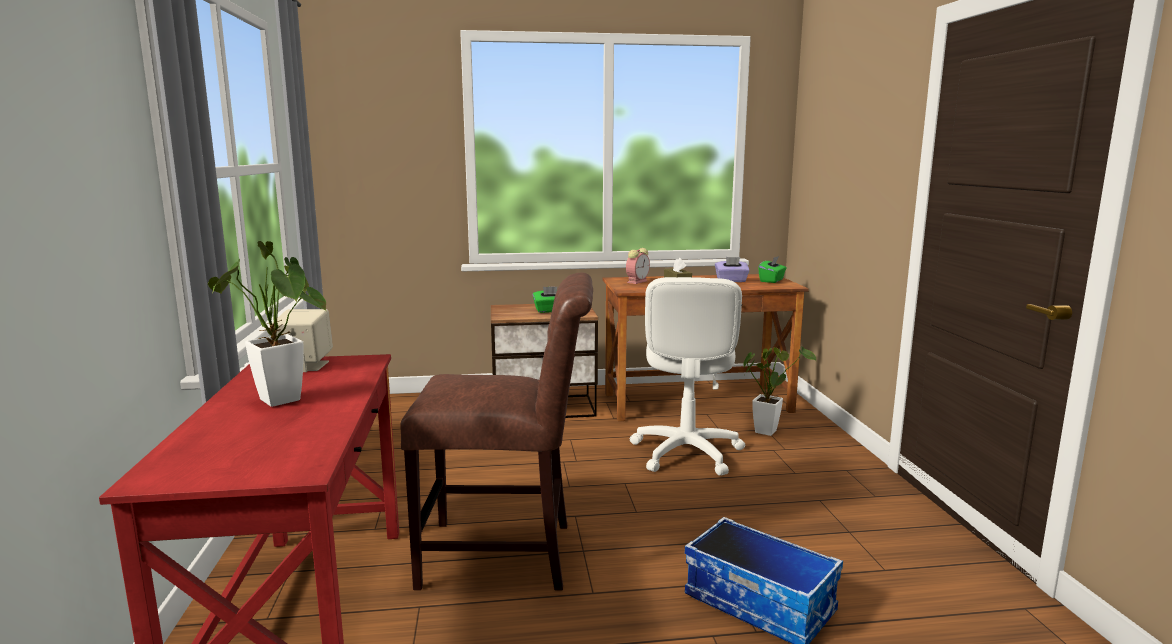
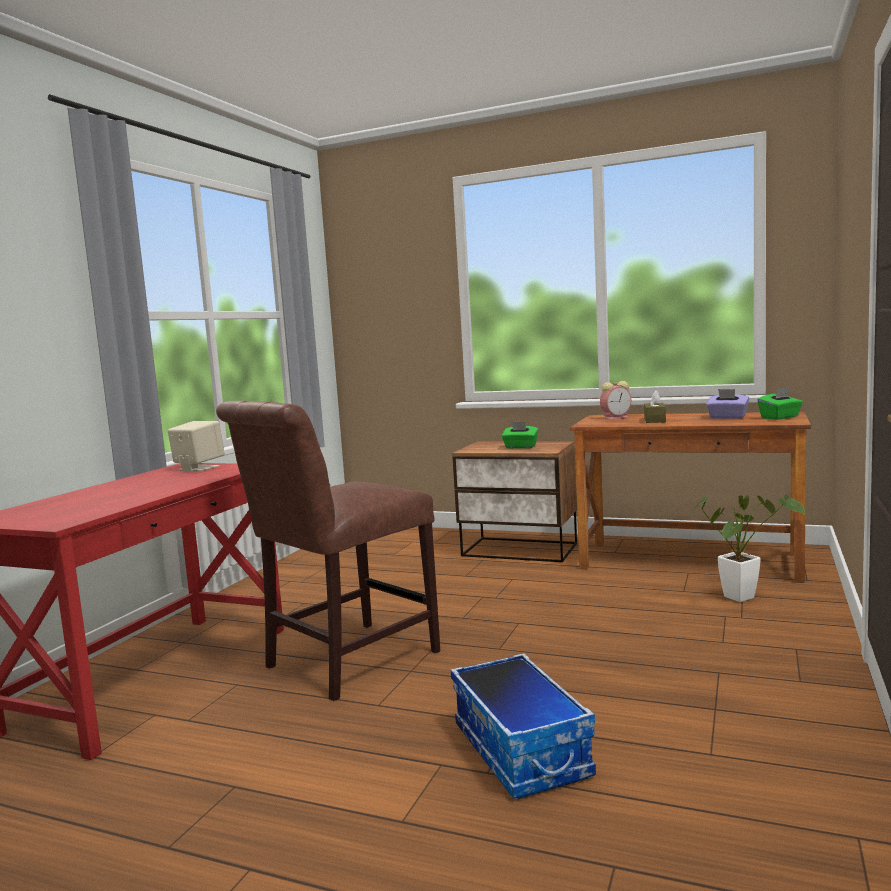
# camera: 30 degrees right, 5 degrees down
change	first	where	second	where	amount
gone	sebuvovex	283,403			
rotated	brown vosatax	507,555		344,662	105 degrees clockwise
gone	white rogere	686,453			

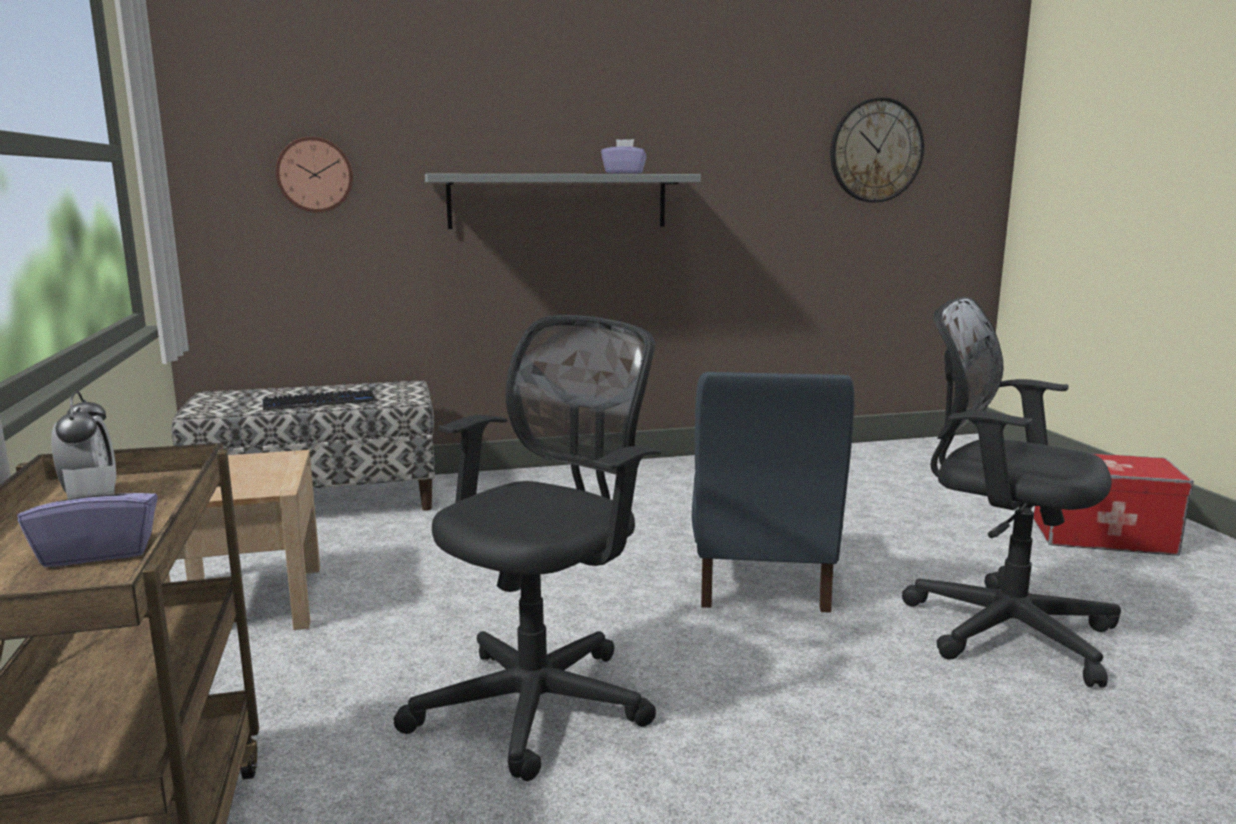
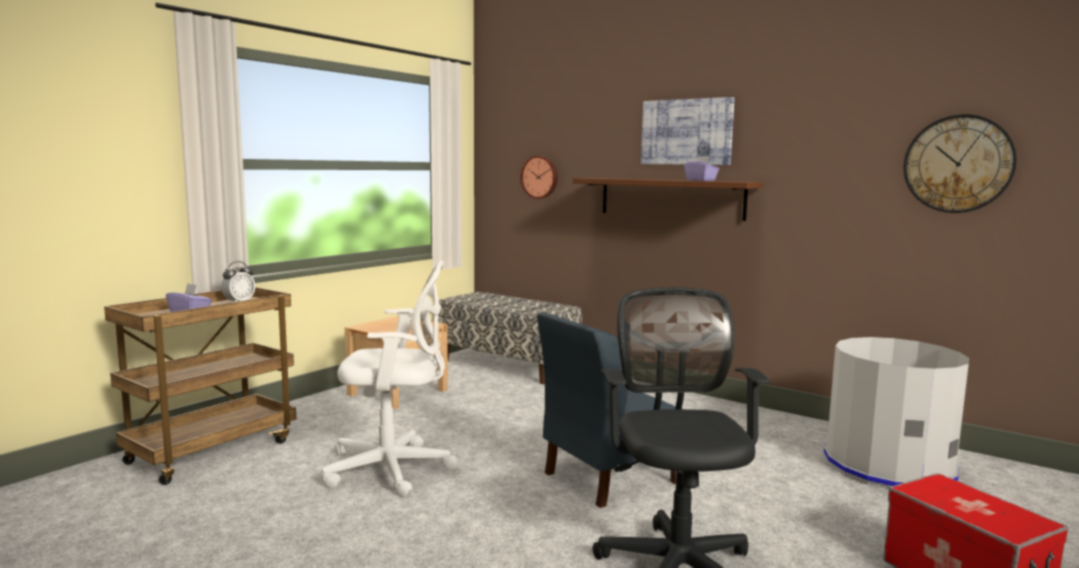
# camera: 50 degrees right, 5 degrees down
change	first	where	second	where	amount
gone	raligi	319,402			
repainted	black rogere	541,701	white rogere	394,469	
repainted	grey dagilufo	558,201	brown dagilufo	671,198	
new			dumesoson	686,132	
new			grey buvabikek	888,466	

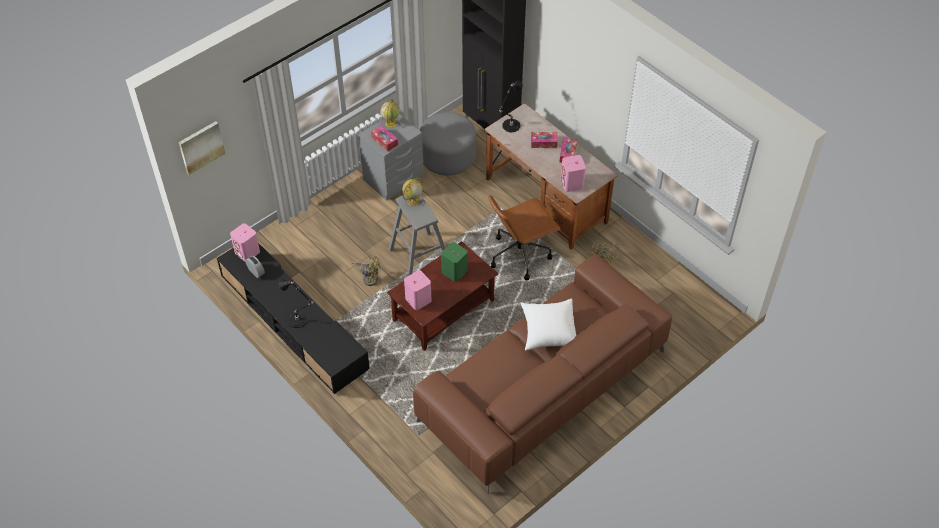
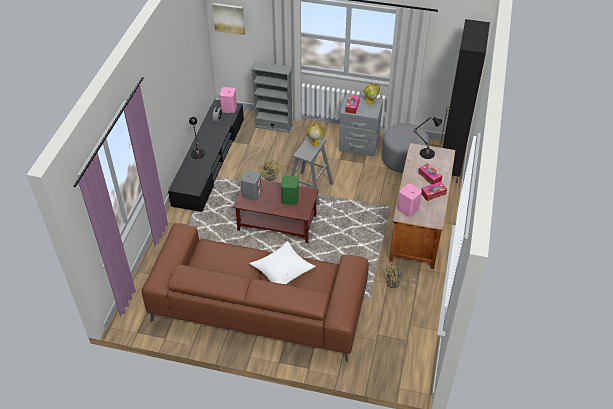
# camera: 55 degrees right, 5 degrees down
change	first	where	second	where	amount
repainted	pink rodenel	418,299	grey rodenel	252,193	
gone	brown rogere	520,254			
new			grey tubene	273,126	

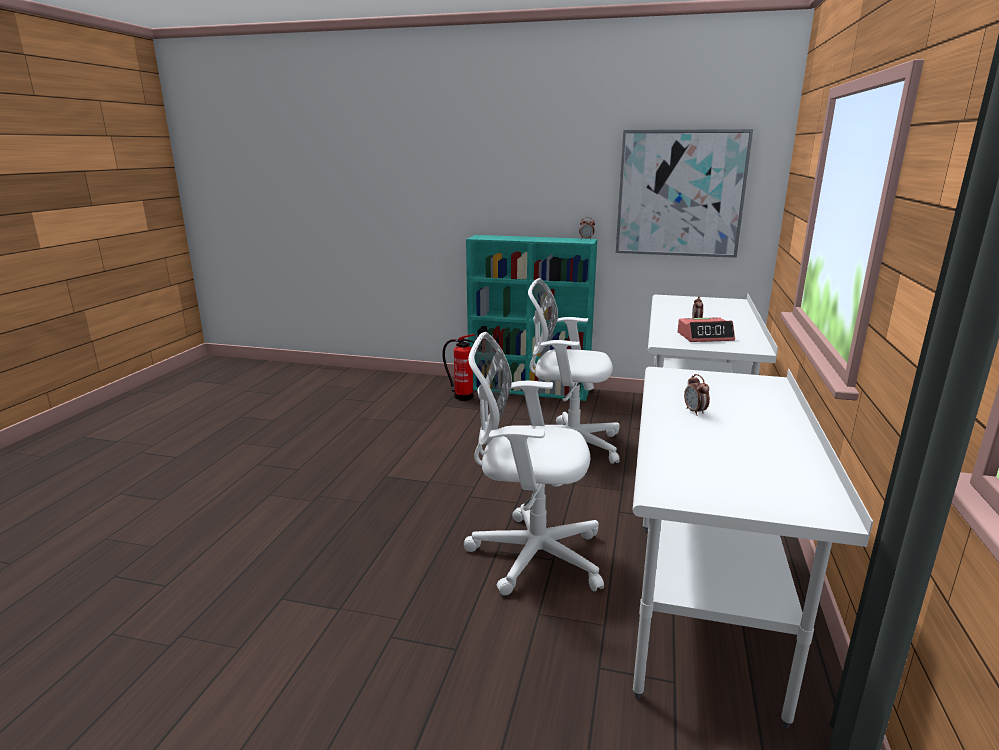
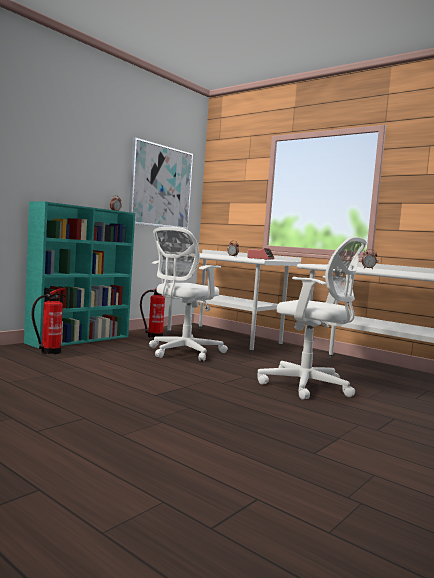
# camera: 65 degrees left, 15 degrees down
change	first	where	second	where	amount
rotated	white rogere	530,554		309,387	90 degrees counterclockwise
new			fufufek	153,336	

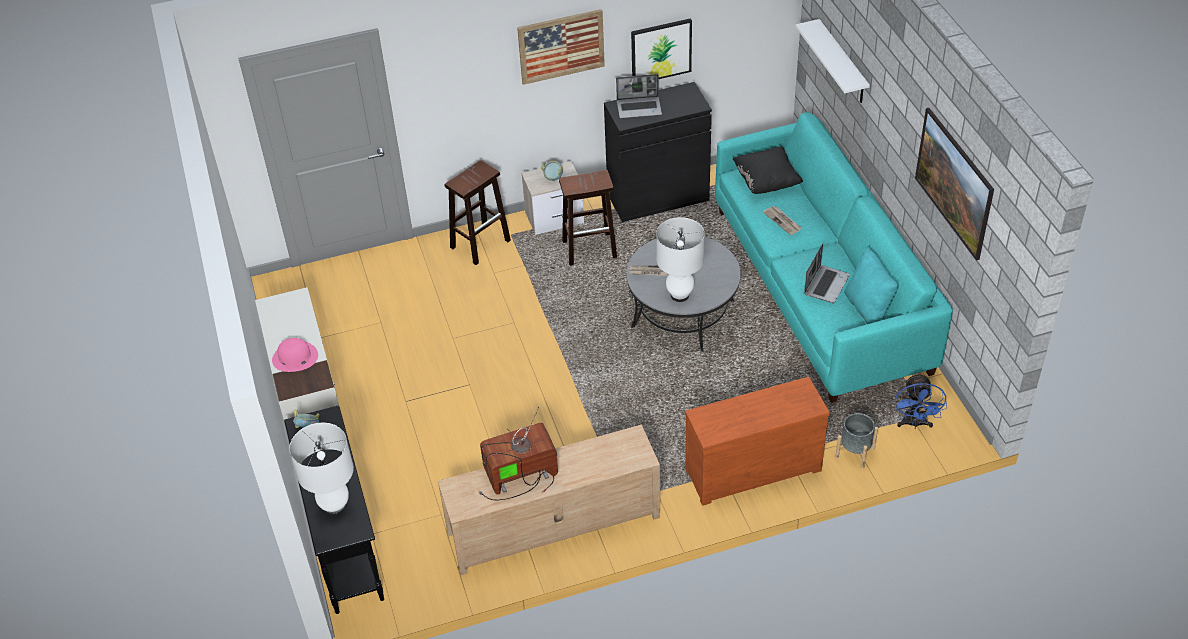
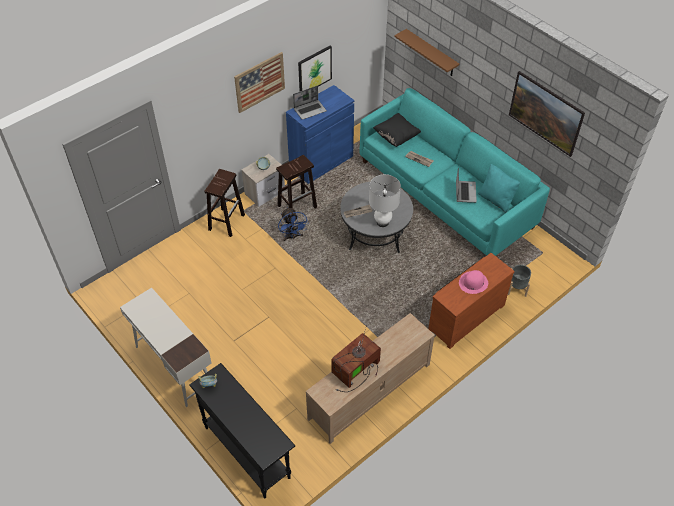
# camera: 25 degrees left, 5 degrees up
change	first	where	second	where	amount
shifted	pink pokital	295,357		473,283	
gone	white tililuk	335,507			
repainted	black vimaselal	658,197	blue vimaselal	321,162	
repainted	white dagilufo	842,63	brown dagilufo	431,53	
shifted	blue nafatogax	914,424		292,237	

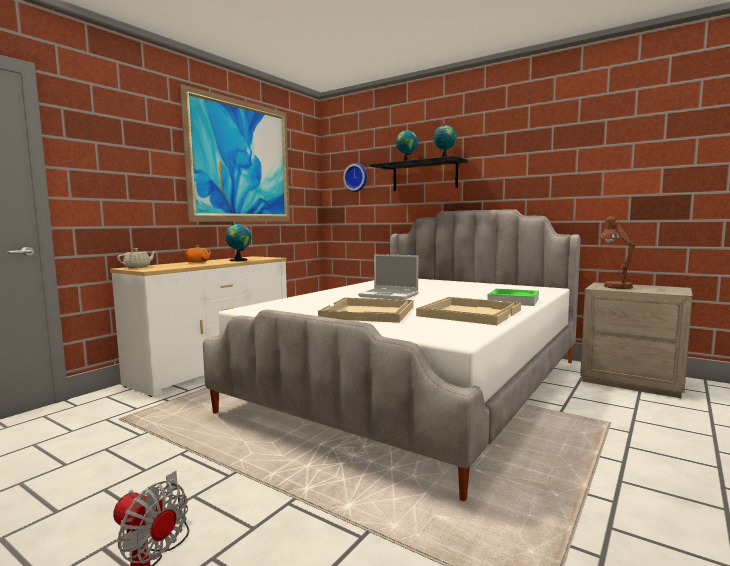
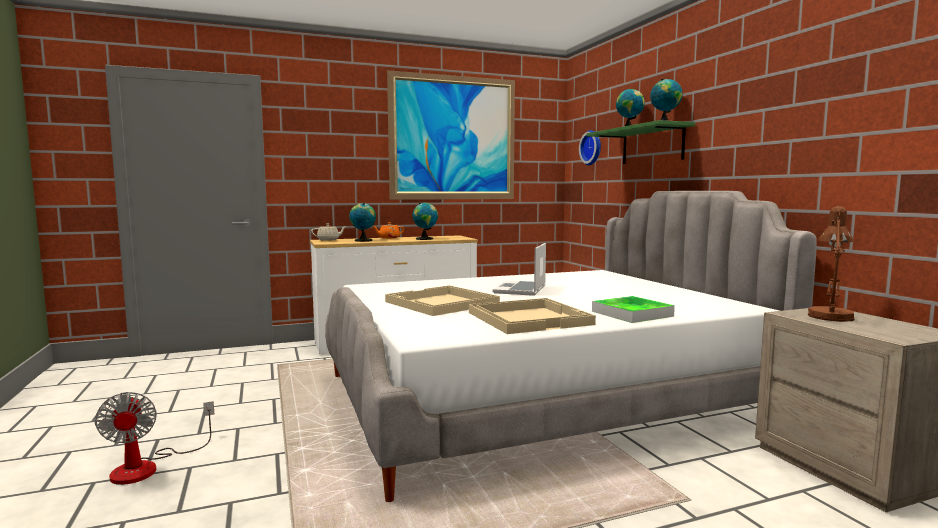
# camera: 35 degrees right, 0 degrees up
change	first	where	second	where	amount
rotated	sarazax	390,295		521,290	45 degrees clockwise
repainted	black dagilufo	424,176	green dagilufo	652,145	
new			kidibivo	363,240	

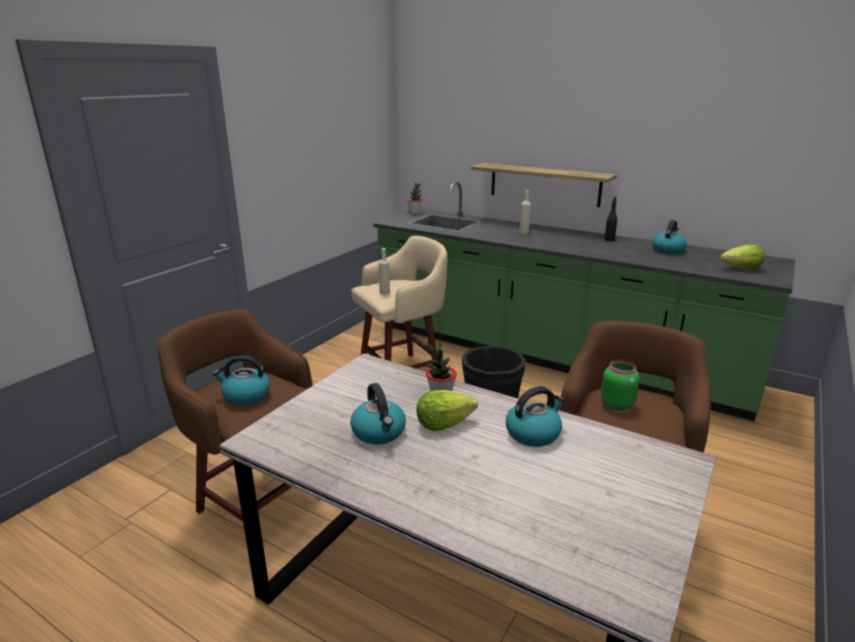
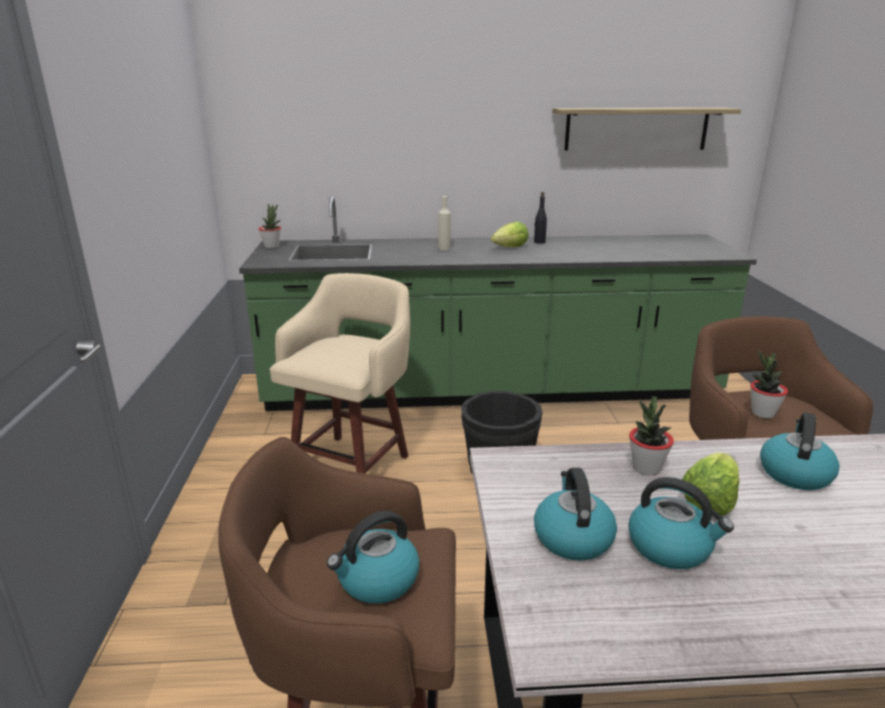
# camera: 35 degrees left, 0 degrees up
change	first	where	second	where	amount
gone	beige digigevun	384,292			
shifted	dagilufo	544,184		636,129	
swapped	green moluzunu	616,404	sebuvovex	762,413	
shifted	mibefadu	667,250		572,537	
shifted	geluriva	742,268		510,248	

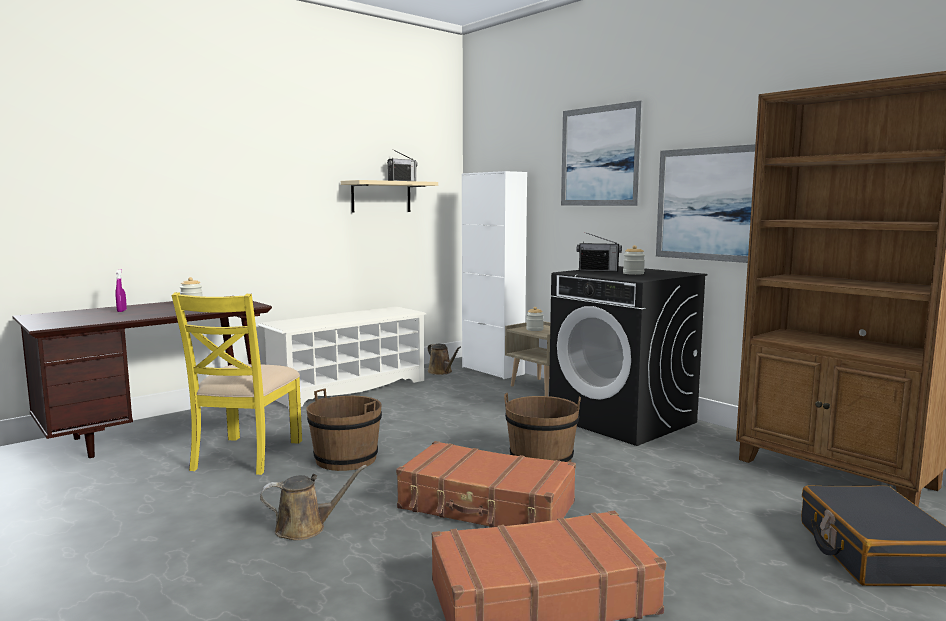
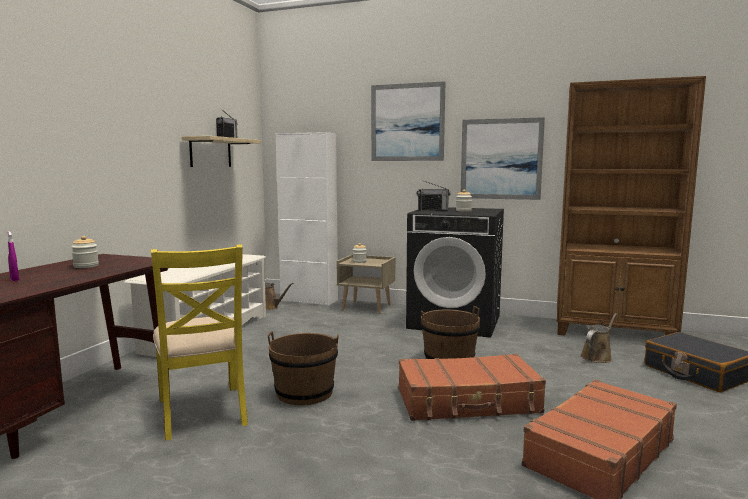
# camera: 30 degrees left, 0 degrees up
change	first	where	second	where	amount
shifted	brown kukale	305,528		597,357	

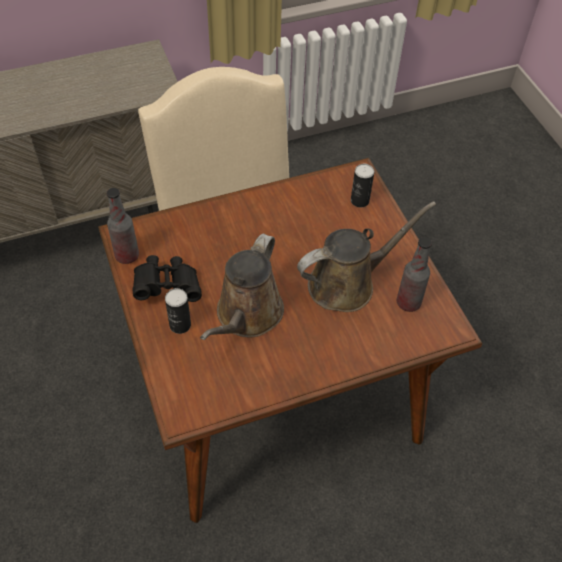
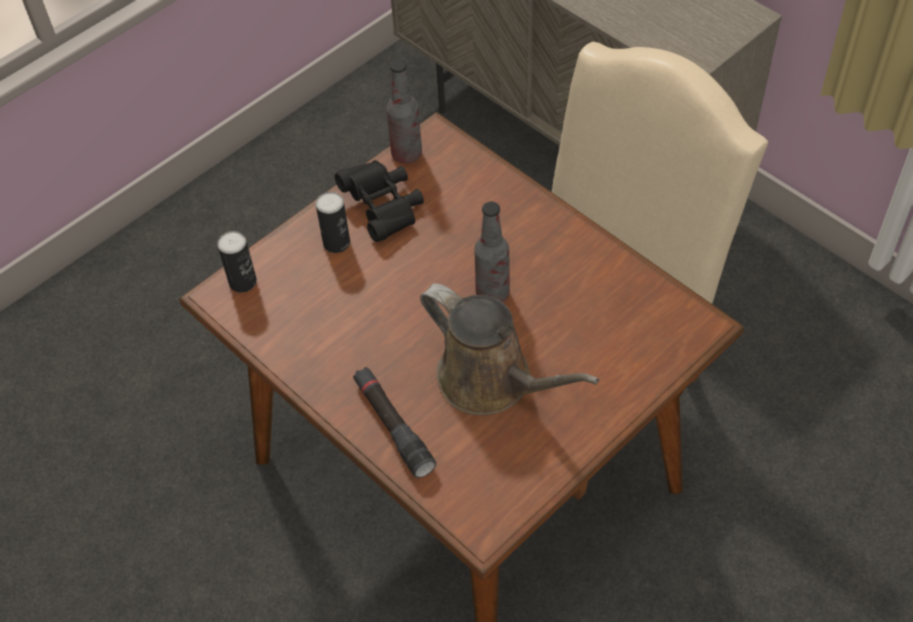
# camera: 70 degrees right, 0 degrees up
change	first	where	second	where	amount
gone	brown kukale	247,316			
shifted	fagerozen	360,200		242,282	
shifted	digigevun	408,303		492,293	
new			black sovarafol	393,426	

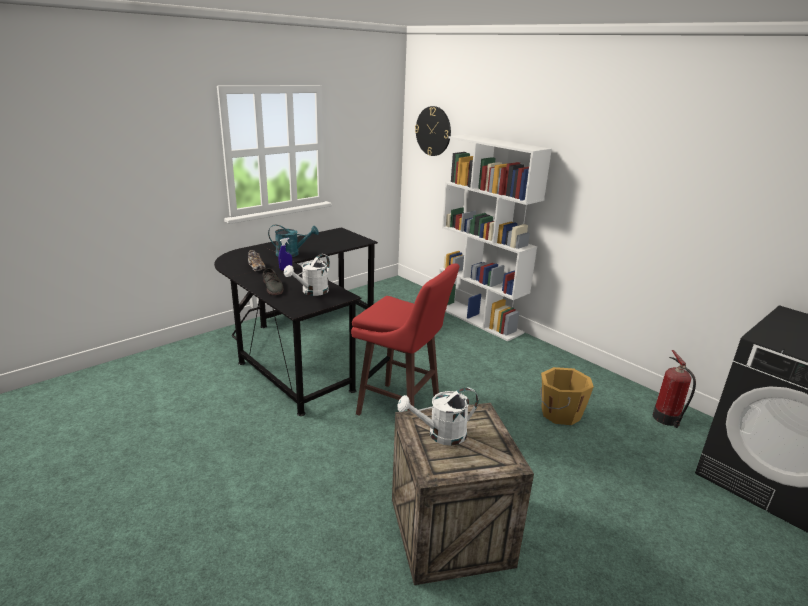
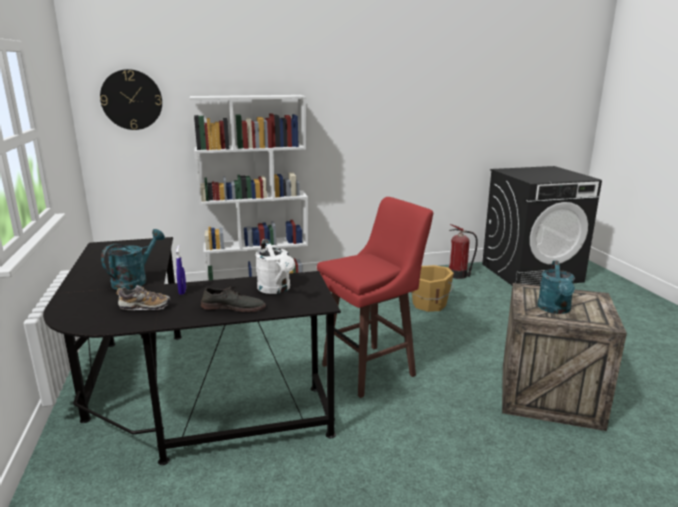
# camera: 60 degrees left, 5 degrees down
change	first	where	second	where	amount
repainted	white kukale	440,435	turquoise kukale	555,309	

